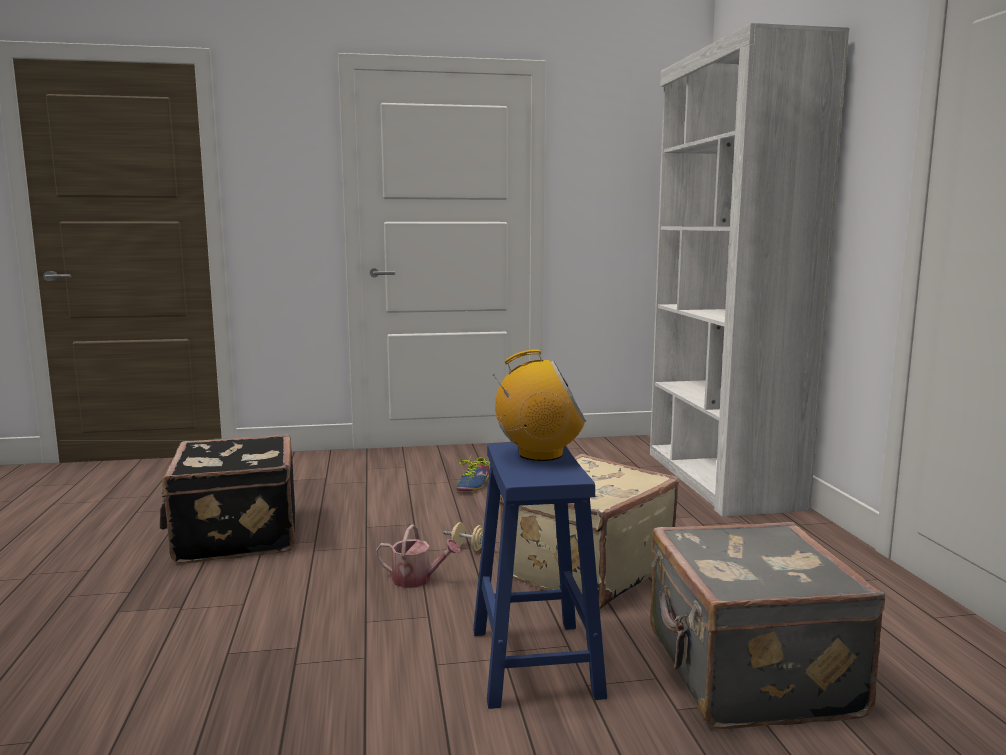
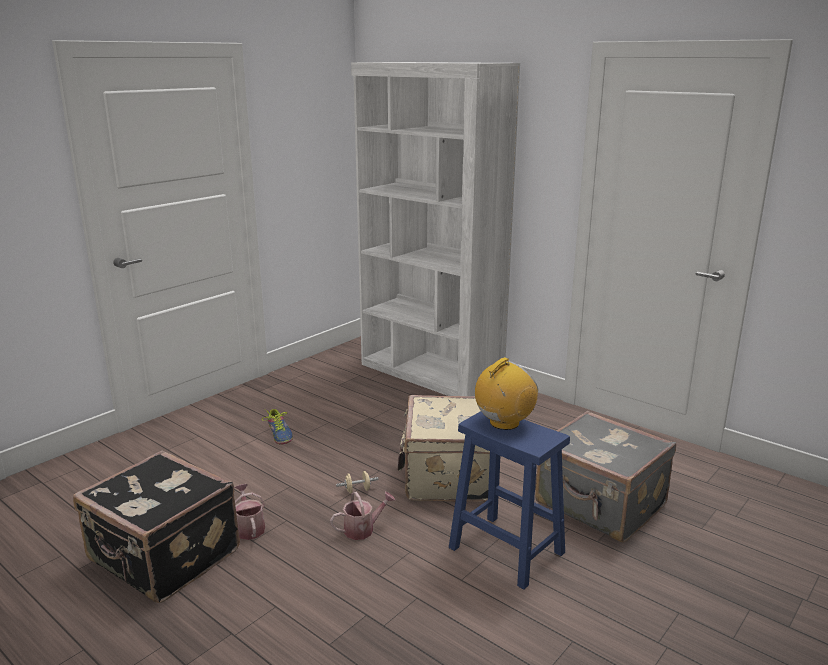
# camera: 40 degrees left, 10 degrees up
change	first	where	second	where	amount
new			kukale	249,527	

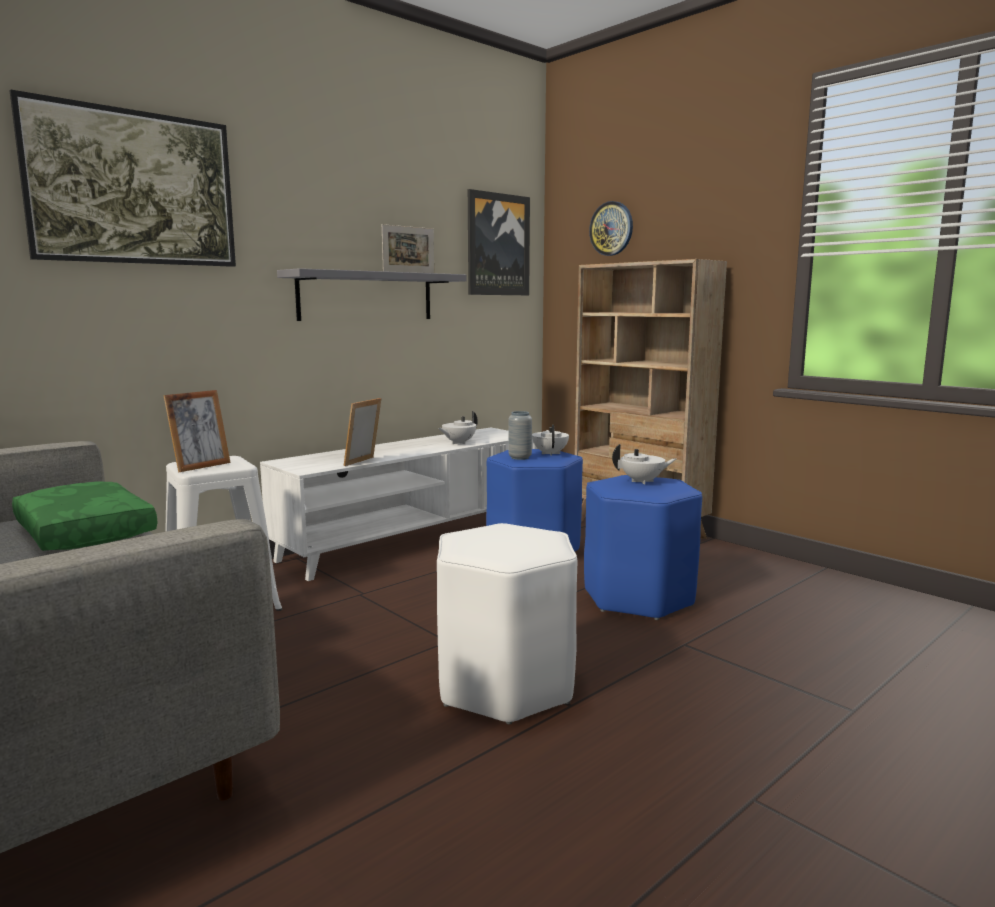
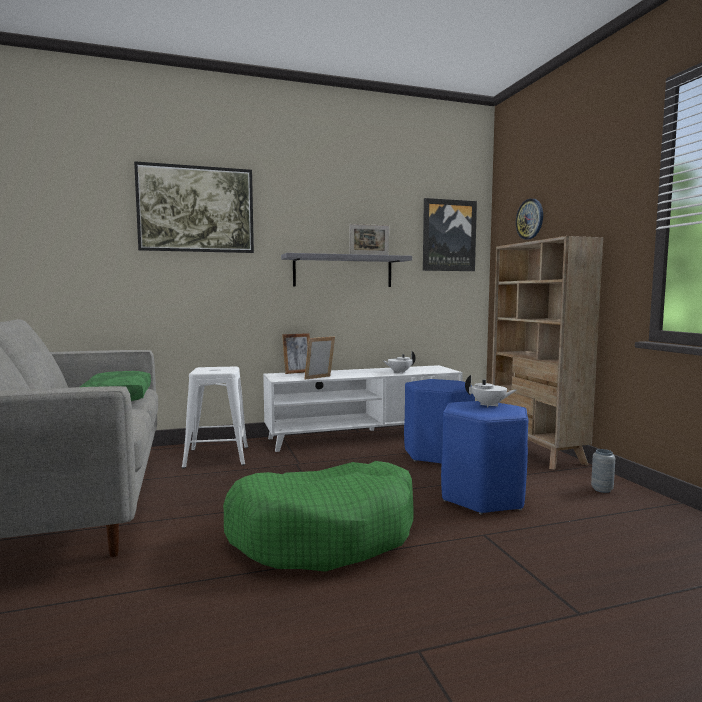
# camera: 25 degrees right, 5 degrees down
change	first	where	second	where	amount
shifted	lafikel	201,466		297,372	
swapped	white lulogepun	505,686	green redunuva	325,534	
shifted	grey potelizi	520,458		602,490	
gone	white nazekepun	550,453			

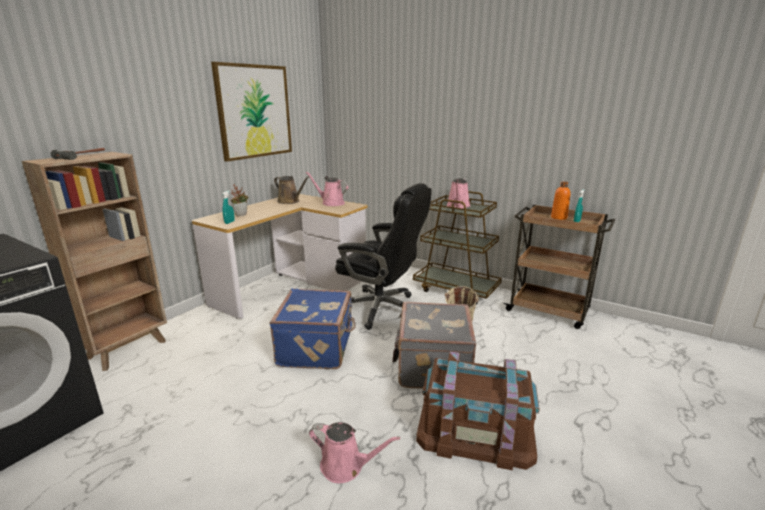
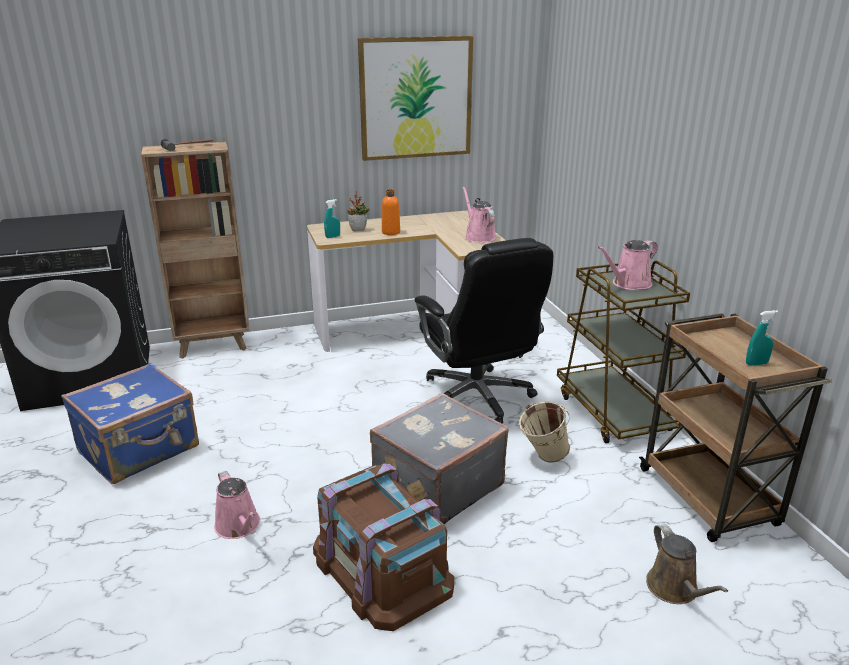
# camera: 40 degrees right, 5 degrees up
change	first	where	second	where	amount
shifted	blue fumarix	317,348		140,450	
shifted	brown kukale	290,201		675,589	
shifted	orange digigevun	559,218		391,232	

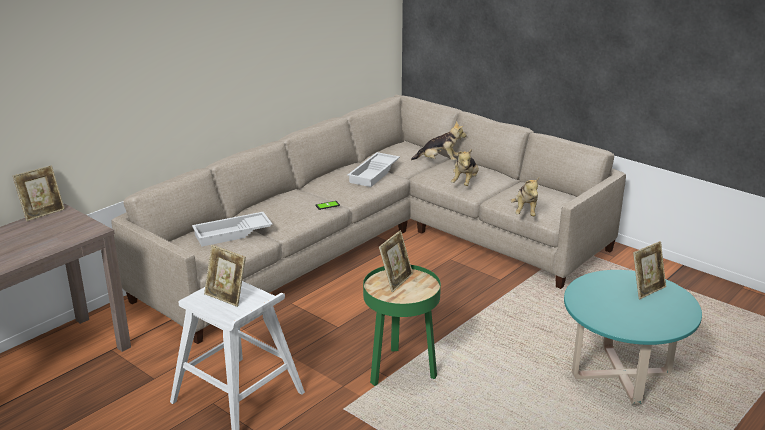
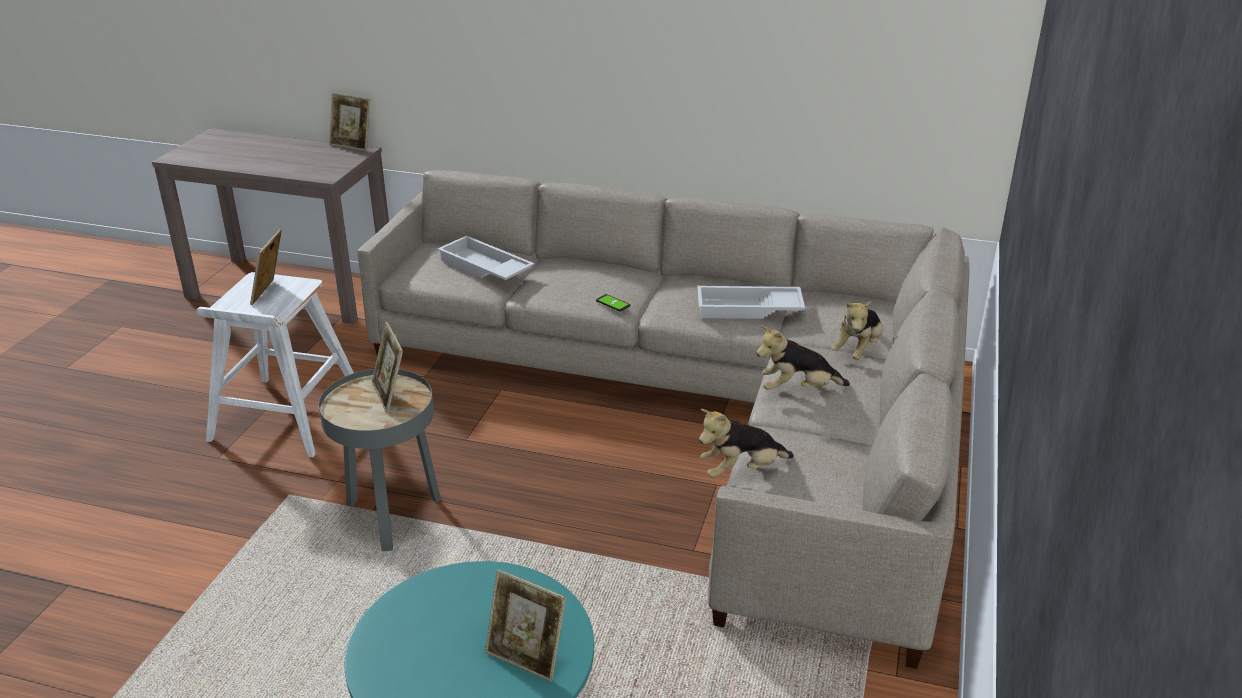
# camera: 65 degrees right, 5 degrees up
change	first	where	second	where	amount
repainted	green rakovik	401,369	grey rakovik	392,516	
rotated	lafikel	396,281		390,395	60 degrees clockwise
rotated	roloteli	439,161		857,350	45 degrees clockwise

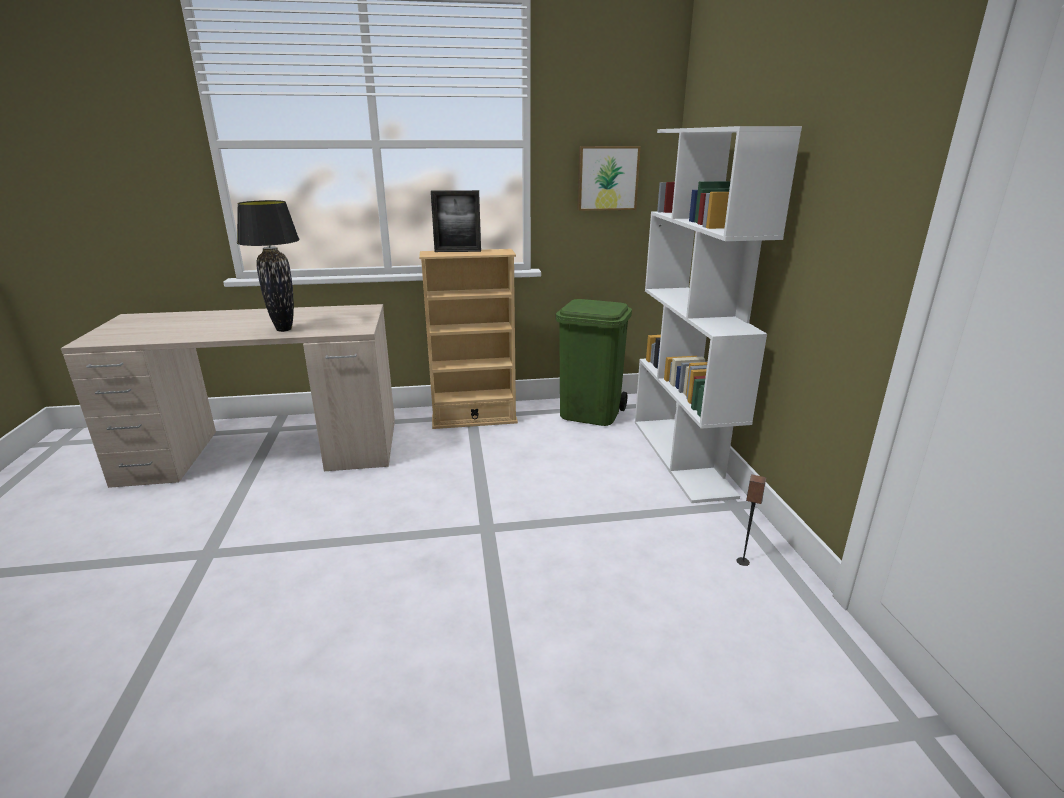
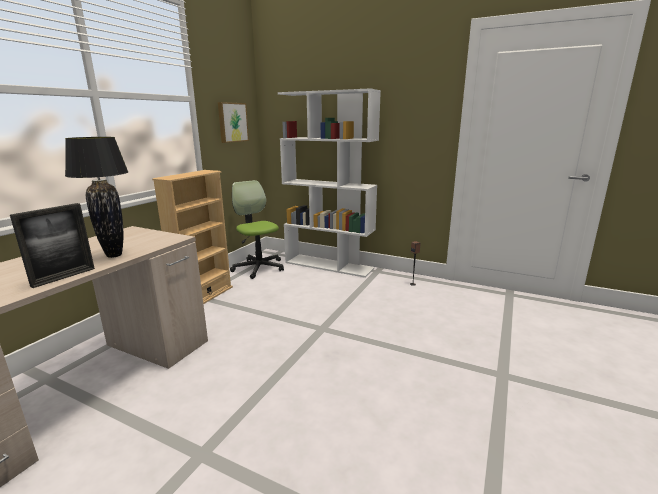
# camera: 55 degrees left, 5 degrees down
change	first	where	second	where	amount
shifted	lafikel	458,251		64,277	
swapped	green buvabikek	591,414	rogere	259,268	

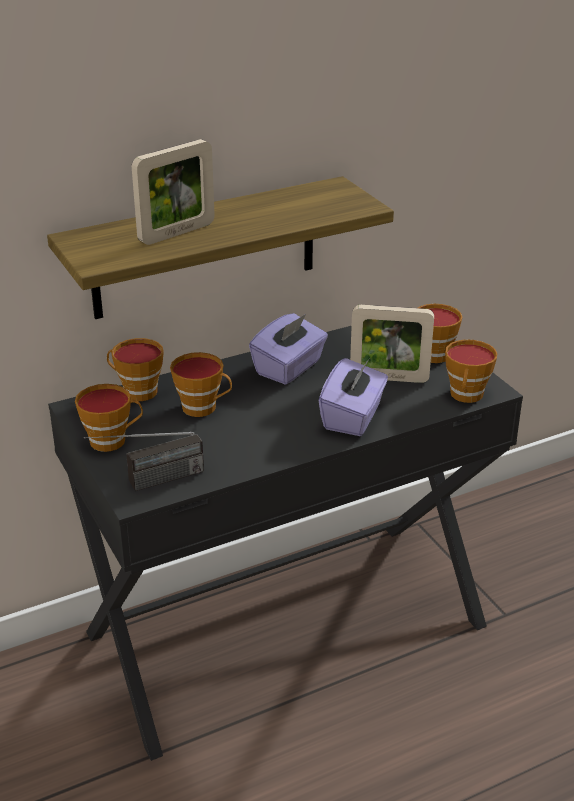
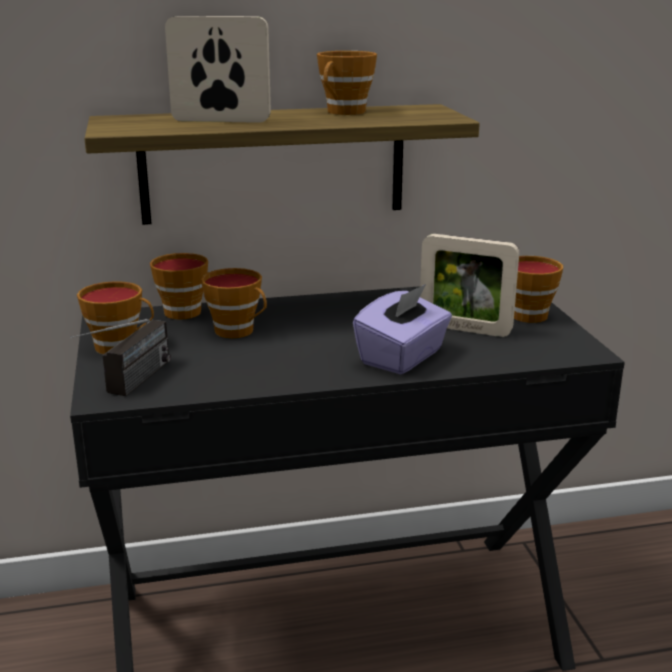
# camera: 15 degrees right, 10 degrees down
change	first	where	second	where	amount
rotated	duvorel	148,483		129,386	60 degrees counterclockwise
rotated	lafikel	177,233		221,121	150 degrees counterclockwise
gone	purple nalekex	289,368			
shifted	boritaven	466,396		344,112	

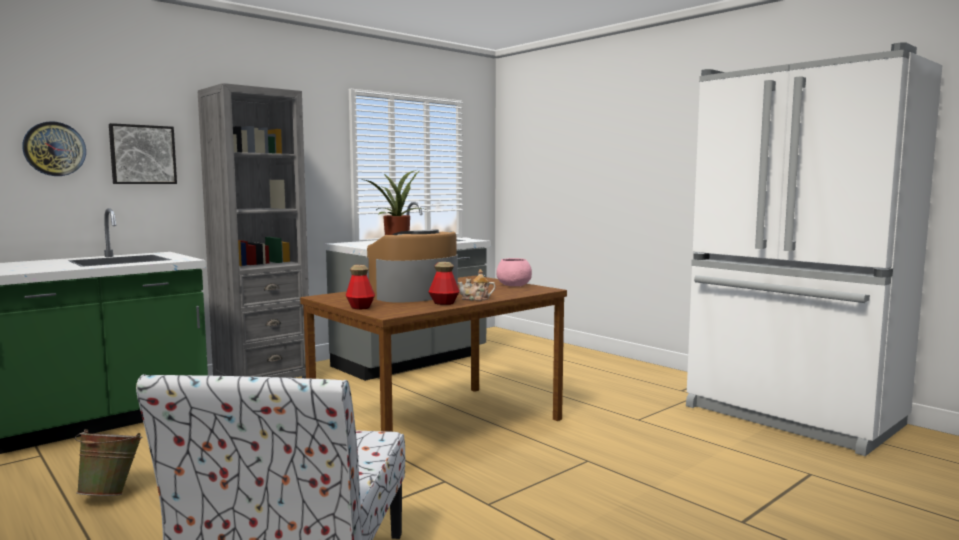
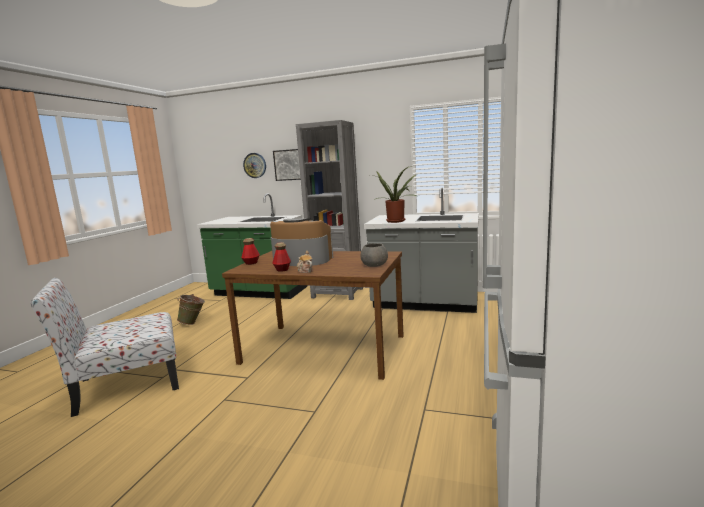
# camera: 60 degrees right, 5 degrees up
change	first	where	second	where	amount
repainted	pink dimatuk	514,285	grey dimatuk	374,265	

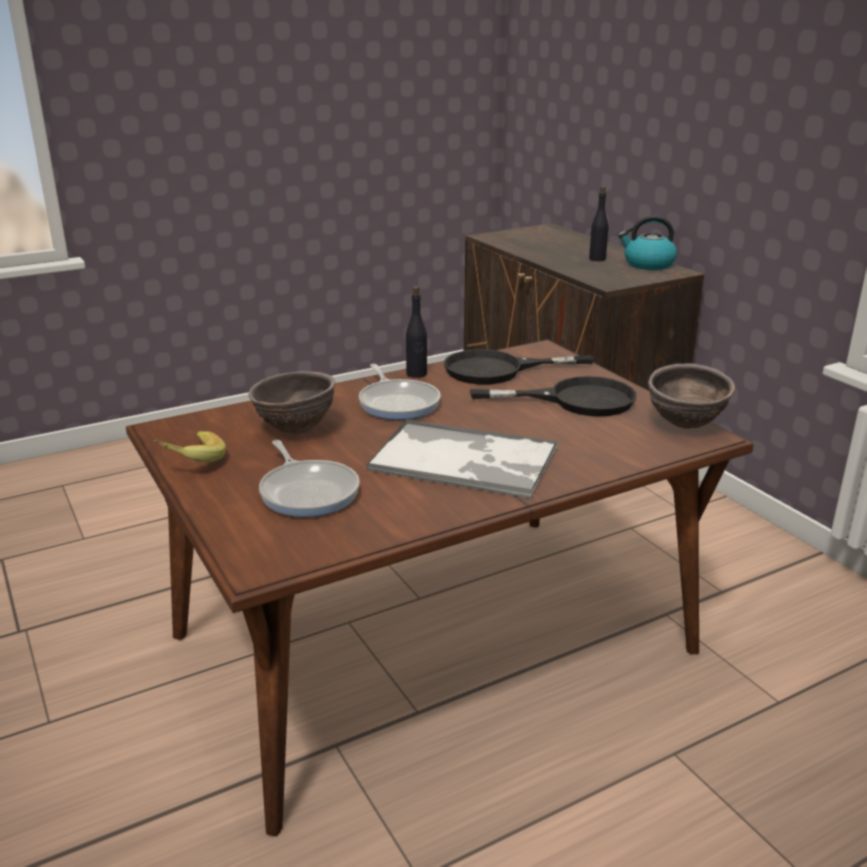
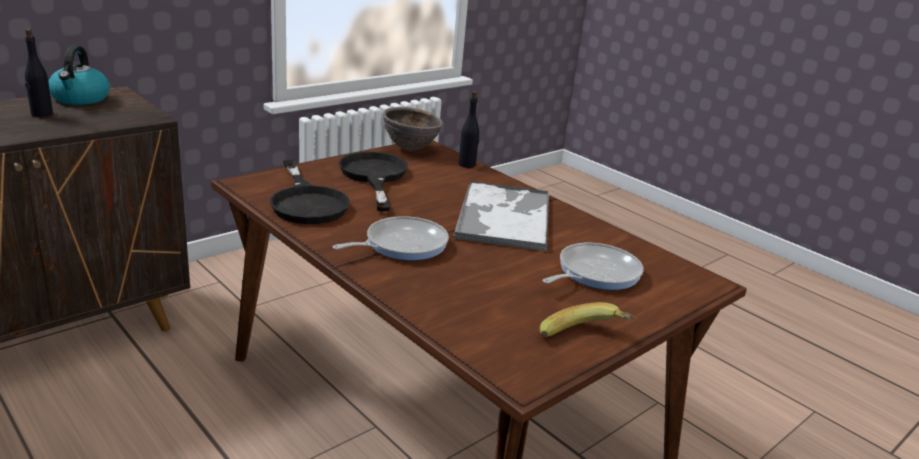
# camera: 105 degrees left, 0 degrees up
change	first	where	second	where	amount
gone	brown dimatuk	295,430			
shifted	black digigevun	416,374		467,165	

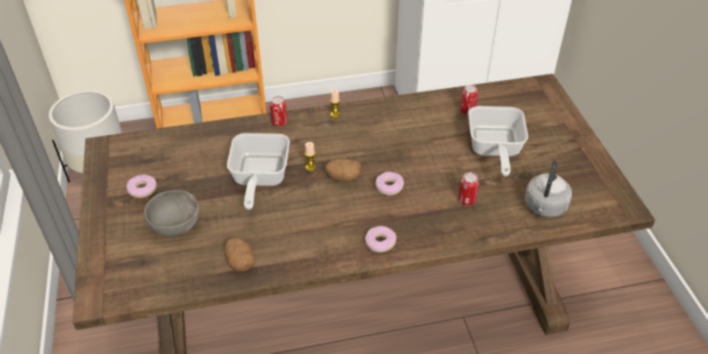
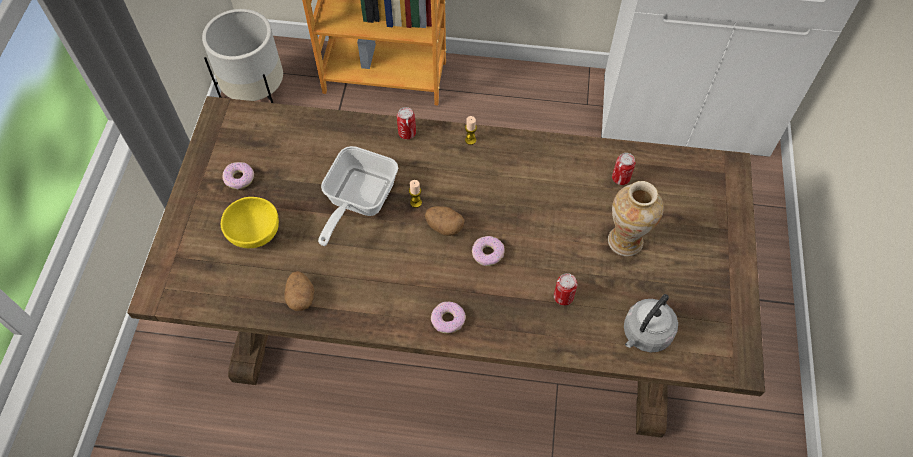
# camera: 20 degrees right, 15 degrees up
change	first	where	second	where	amount
repainted	grey dimatuk	176,227	yellow dimatuk	256,235	
swapped	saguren	493,150	potelizi	625,241	

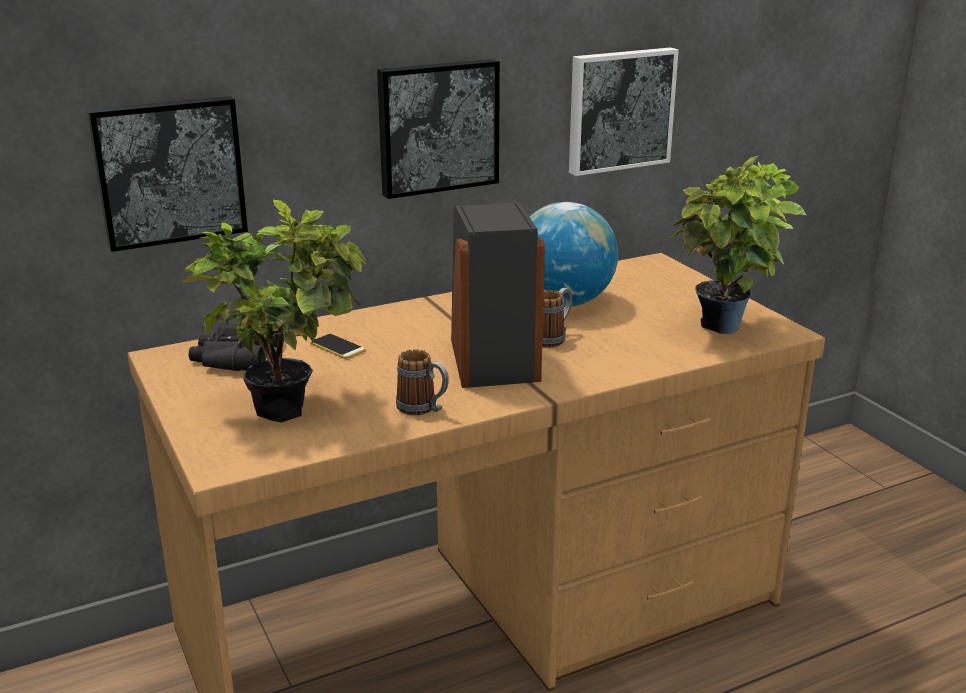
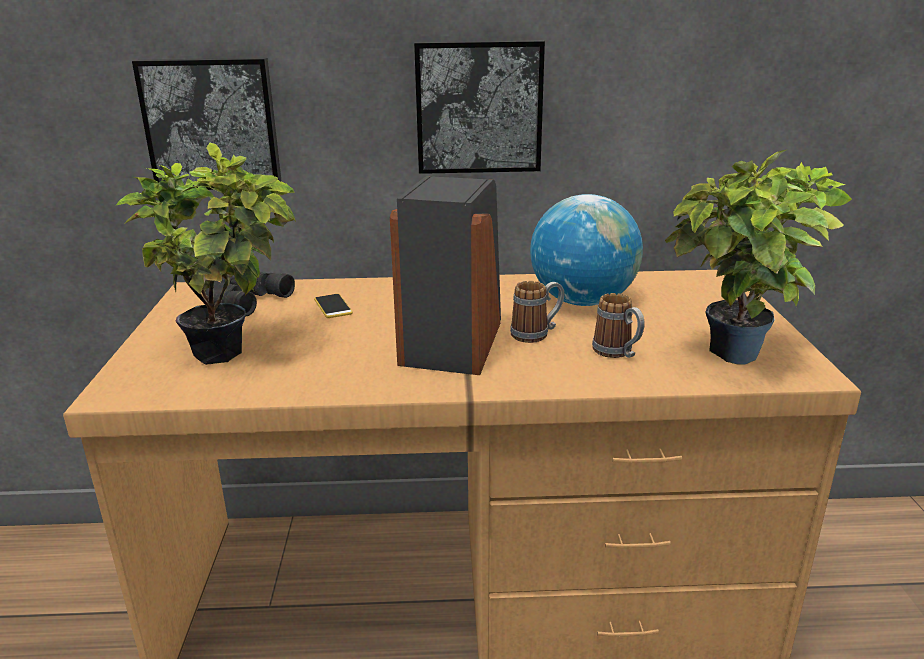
# camera: 25 degrees right, 0 degrees up
change	first	where	second	where	amount
shifted	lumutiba	423,409		618,353	
gone	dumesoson	619,110			

